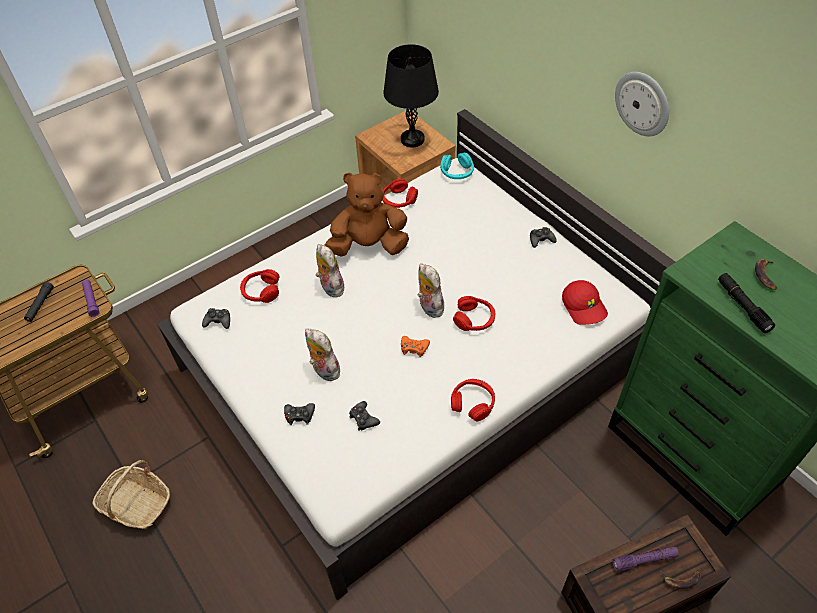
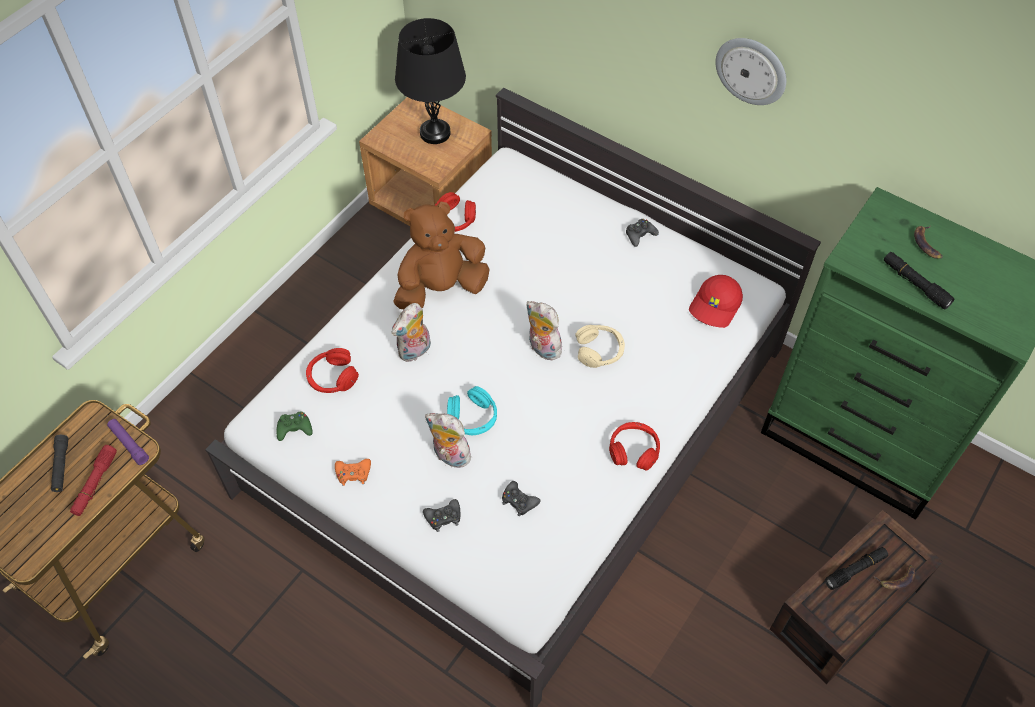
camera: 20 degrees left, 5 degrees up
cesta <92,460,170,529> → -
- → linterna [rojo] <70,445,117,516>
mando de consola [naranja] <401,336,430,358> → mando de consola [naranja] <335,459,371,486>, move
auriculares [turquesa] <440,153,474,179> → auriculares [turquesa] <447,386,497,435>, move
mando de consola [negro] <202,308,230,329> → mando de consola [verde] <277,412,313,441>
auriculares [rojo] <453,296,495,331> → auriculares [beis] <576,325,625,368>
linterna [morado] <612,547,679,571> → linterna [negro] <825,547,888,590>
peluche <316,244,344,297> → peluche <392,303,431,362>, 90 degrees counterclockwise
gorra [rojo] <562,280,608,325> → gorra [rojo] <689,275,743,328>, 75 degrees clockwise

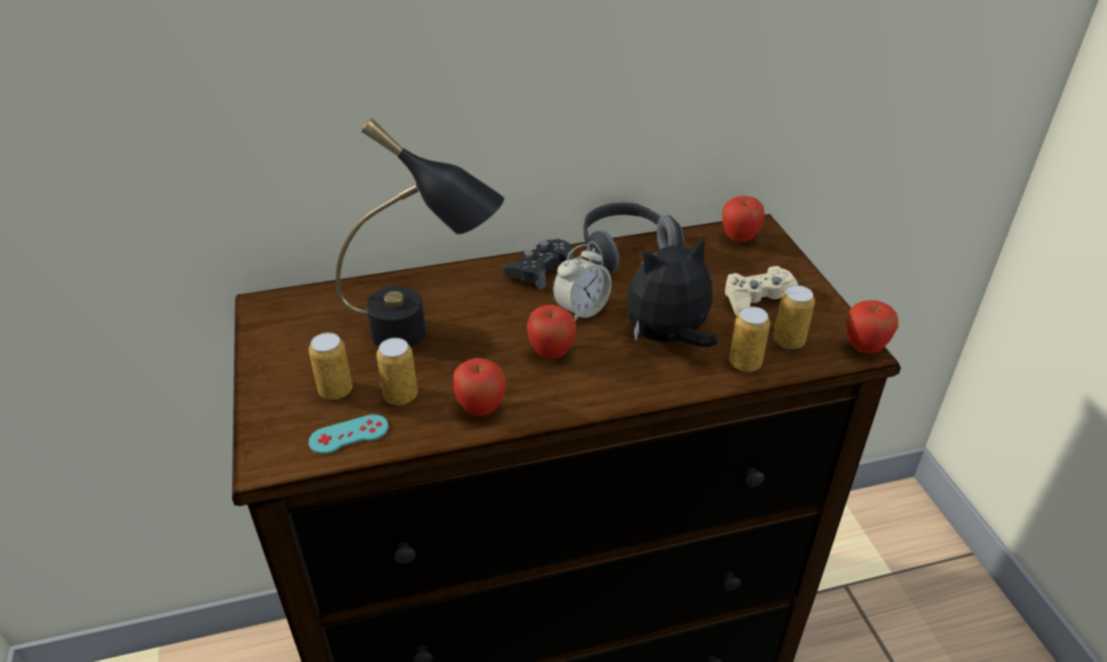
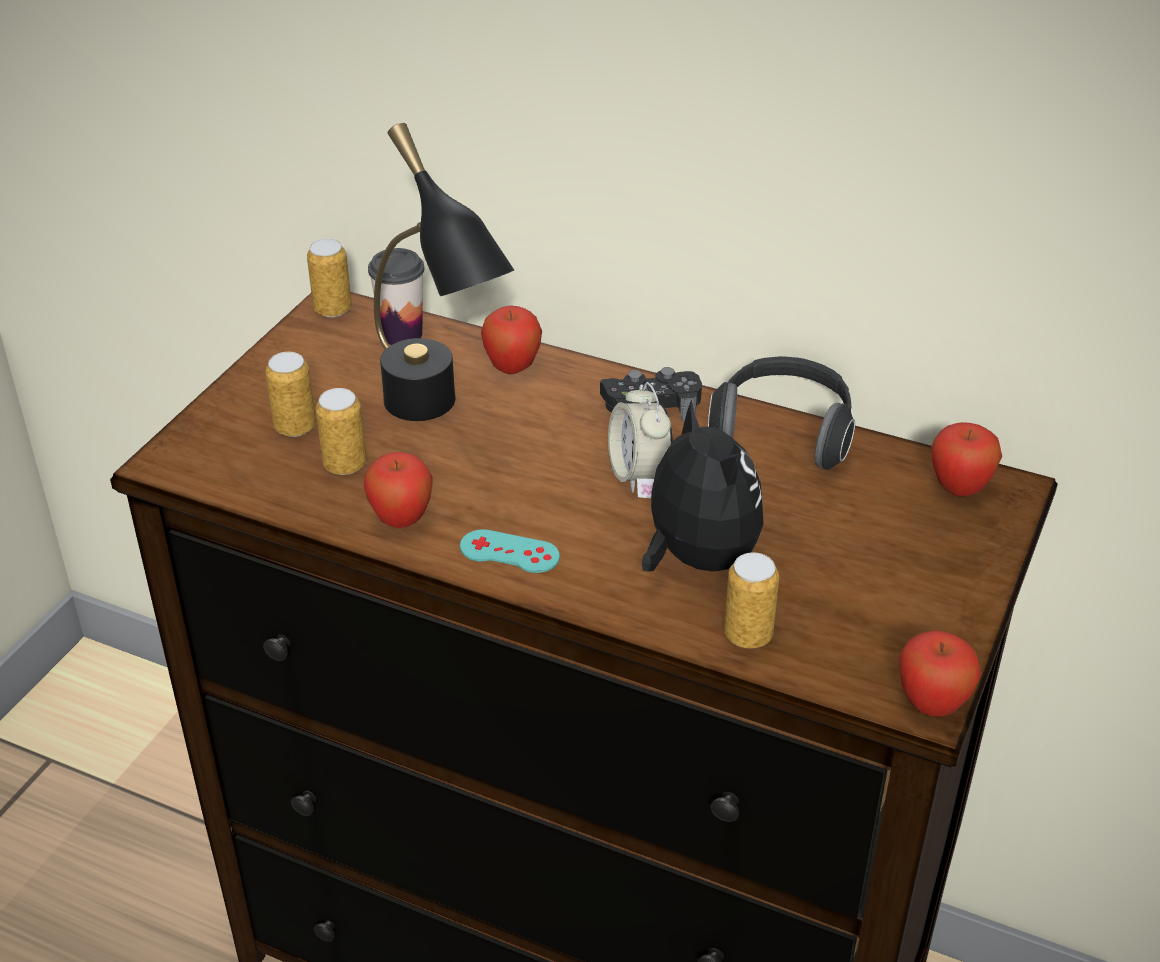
camera: 40 degrees right, 0 degrees up
mando de consola [beis] <725,266,798,316> → -
- → taza <368,248,424,345>
mando de consola [turquesa] <309,414,388,454> → mando de consola [turquesa] <460,529,560,573>, move
manzana <527,305,577,359> → manzana <481,306,542,374>, move
lata <773,285,815,349> → lata <307,239,352,317>, move
despertador <552,244,612,321> → despertador <608,382,673,493>, 75 degrees clockwise
peluche <626,235,718,347> → peluche <637,399,764,572>, 45 degrees clockwise

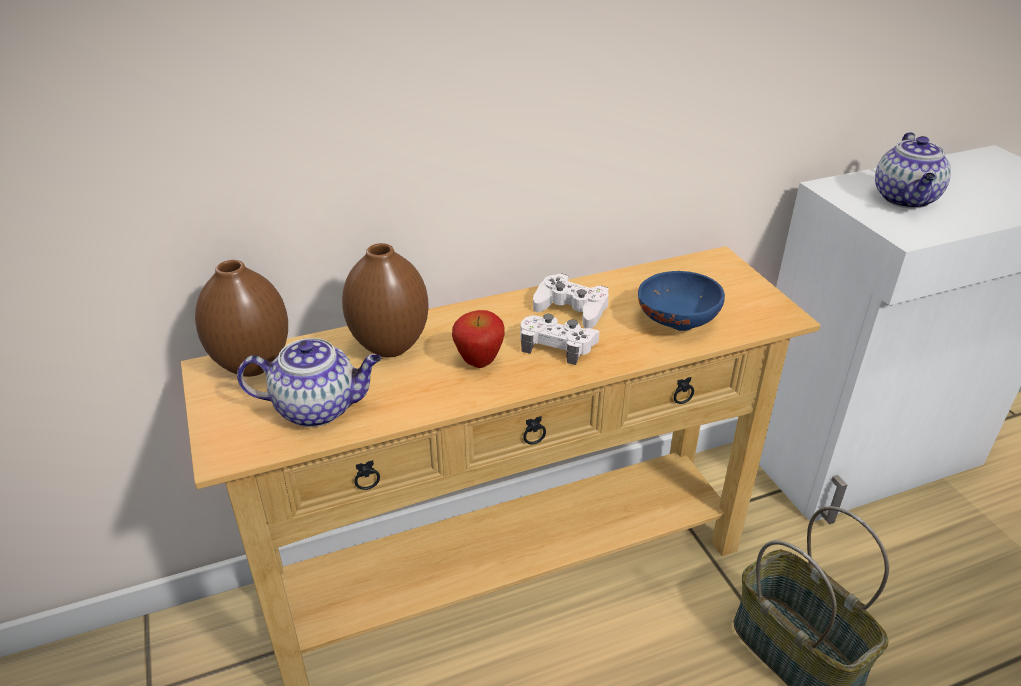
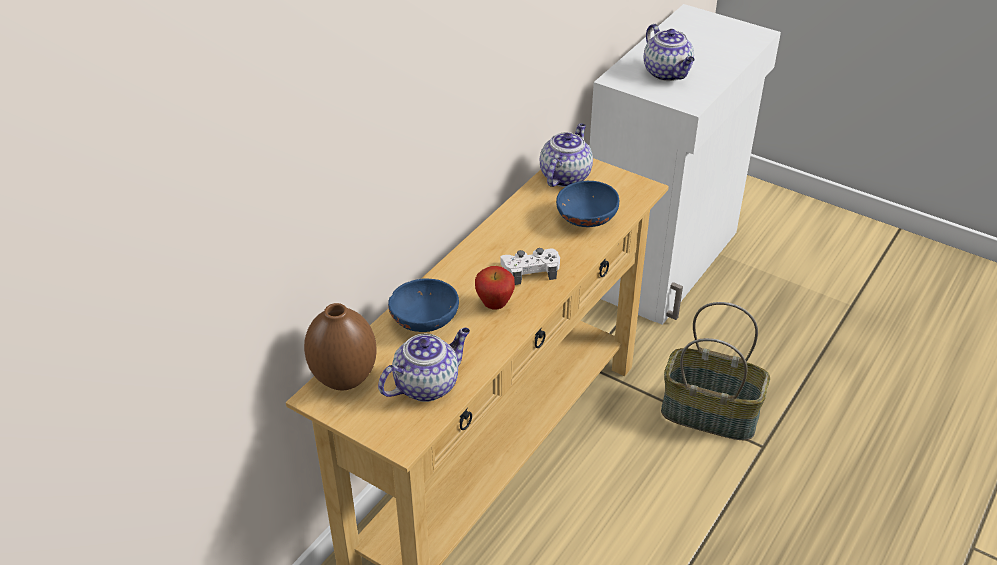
camera: 35 degrees left, 5 degrees up
mando de consola [blanco] <533,273,609,328> → -
- → tetera <540,123,593,187>
florero [marrón] <342,243,429,357> → cuenco [azul] <388,278,459,332>

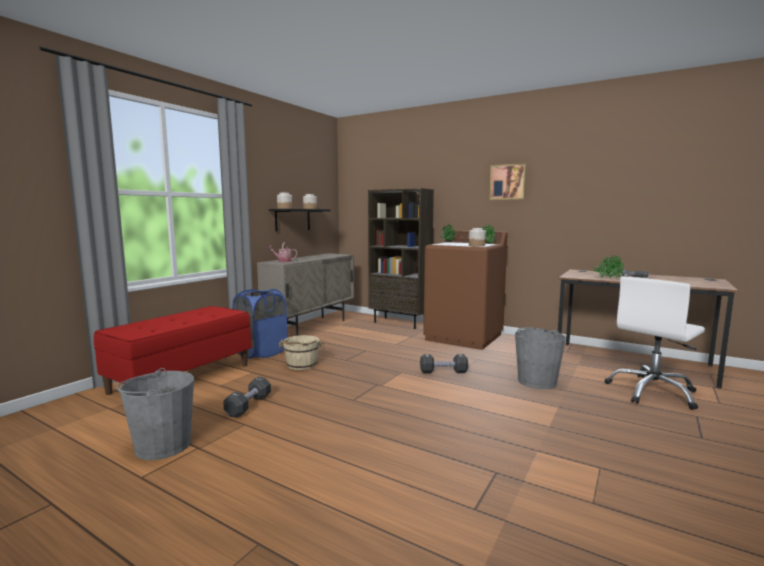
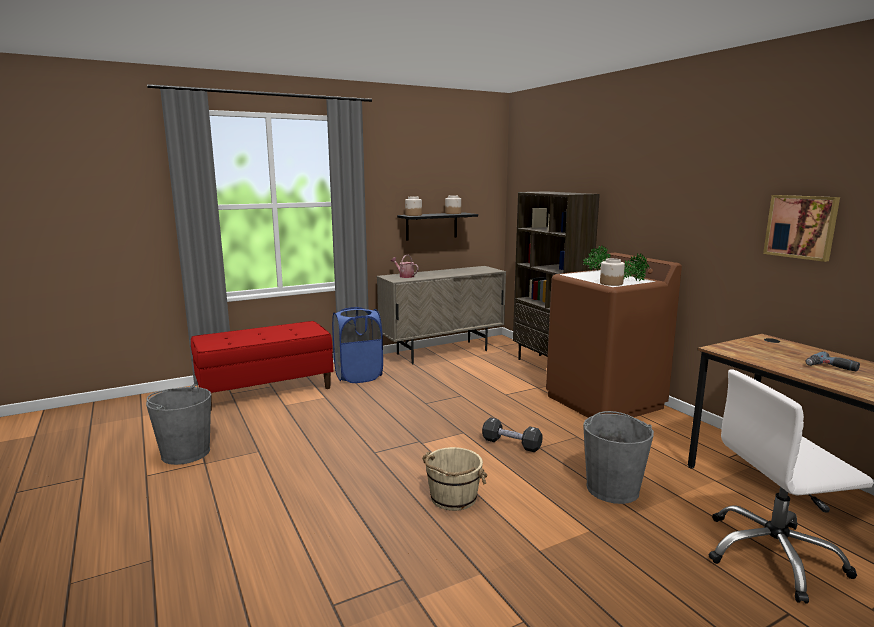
camera: 30 degrees right, 5 degrees up
mancuerna [negro] <223,377,271,418> → -
planta en maceta <594,255,624,279> → -
cubo [beis] <278,335,325,370> → cubo [beis] <422,447,487,511>, move
cuadro <489,163,527,200> → cuadro <763,195,840,262>, move

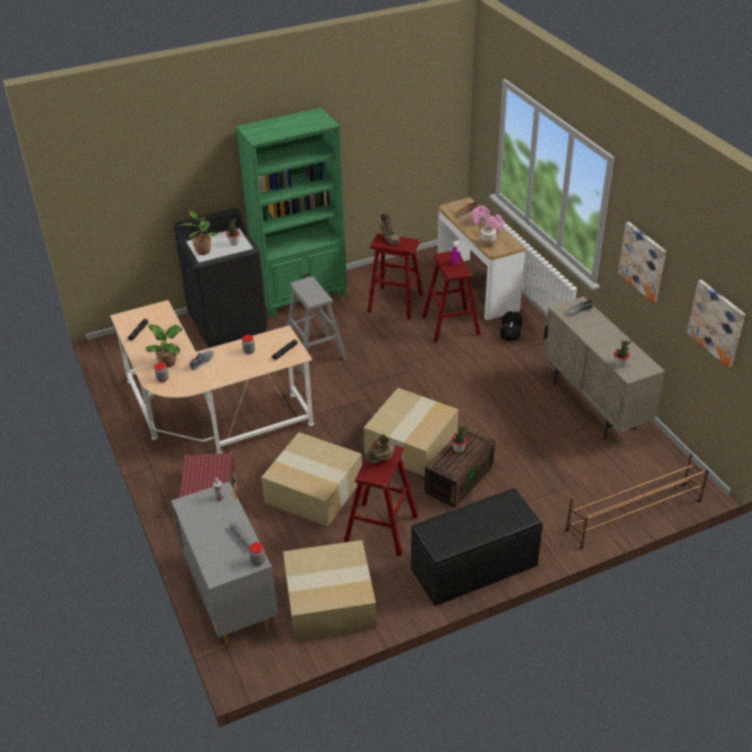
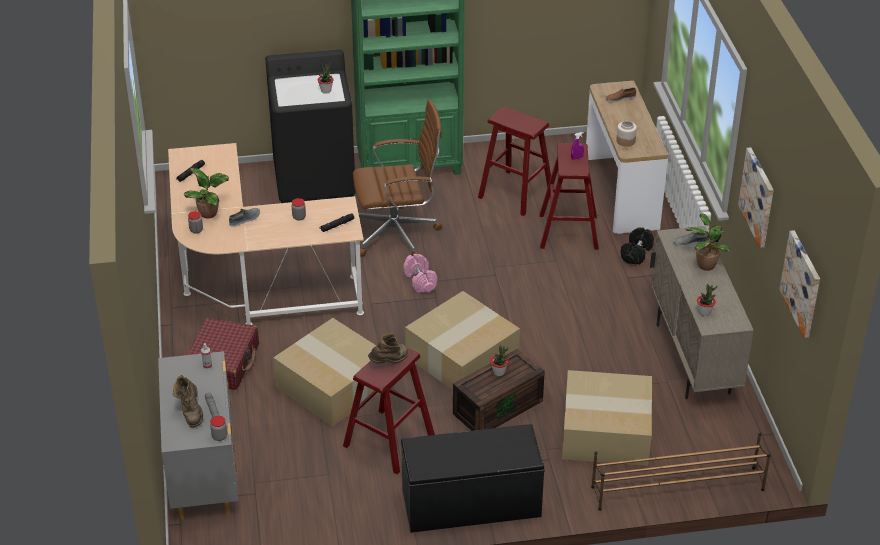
camera: 15 degrees right, 0 degrees up
planta en maceta <180,211,217,255> → planta en maceta <686,213,731,271>, move
caja de cartón <283,540,377,641> → caja de cartón <562,370,652,466>, move
bota [marrón] <379,212,401,245> → bota [marrón] <173,375,203,428>, move
mancuerna [rosa] <471,206,504,232> → mancuerna [rosa] <403,254,437,292>, move
taburete [gris] <287,277,347,374> → silla de oficina [marrón] <353,99,442,257>

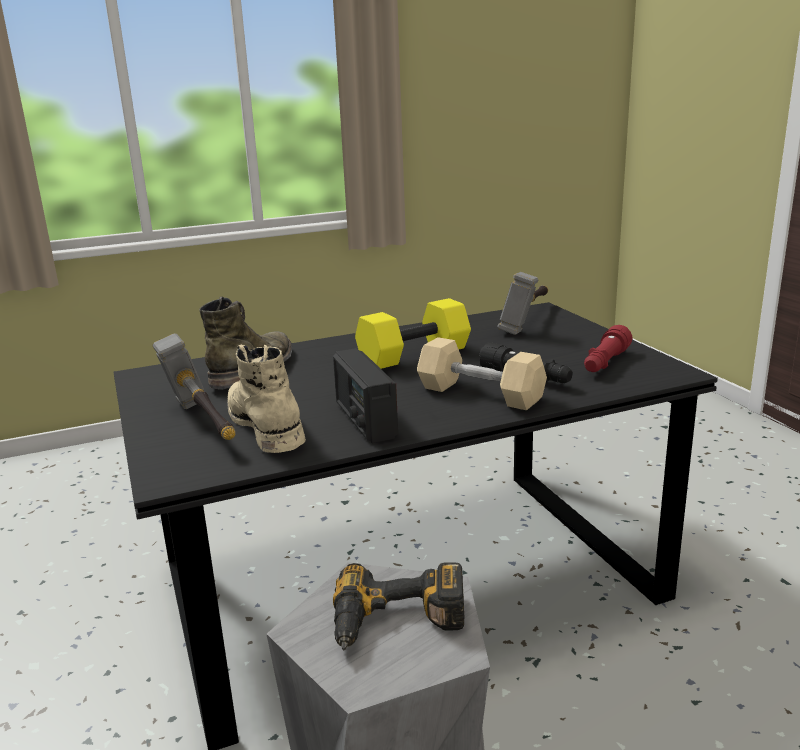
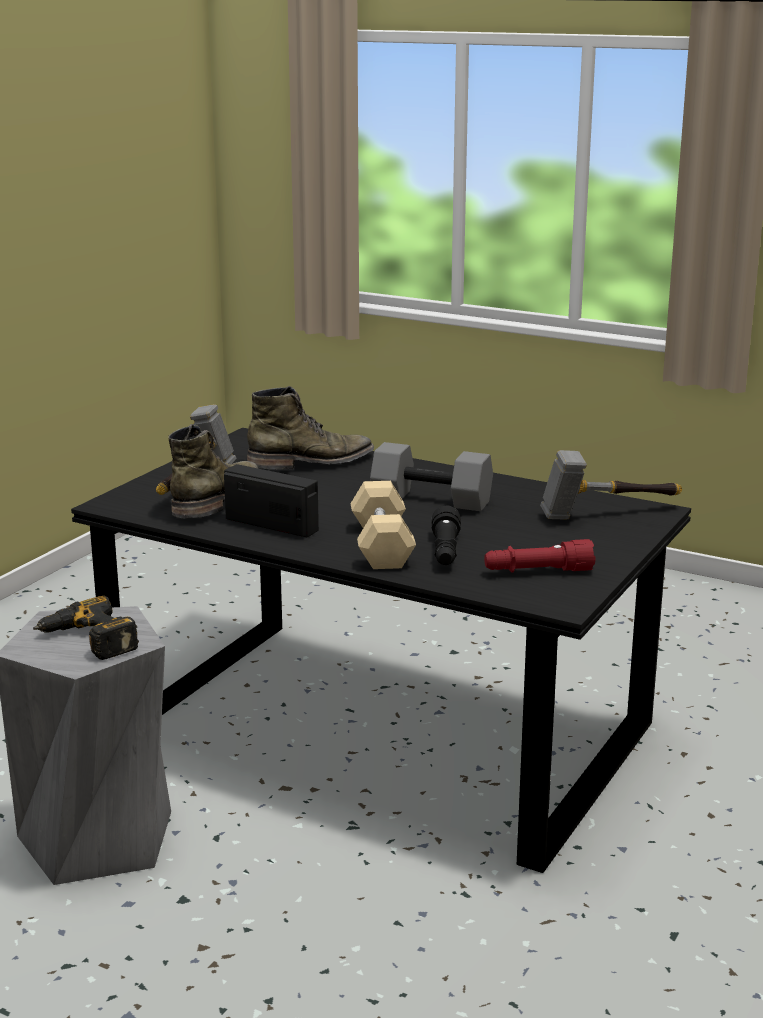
camera: 50 degrees right, 0 degrees up
bota [beis] <227,345,306,453> → bota [verde] <168,424,259,519>
mancuerna [amarillo] <355,298,471,369> → mancuerna [gris] <370,442,493,511>
radio <333,348,398,443> → radio <224,464,319,537>, 90 degrees clockwise

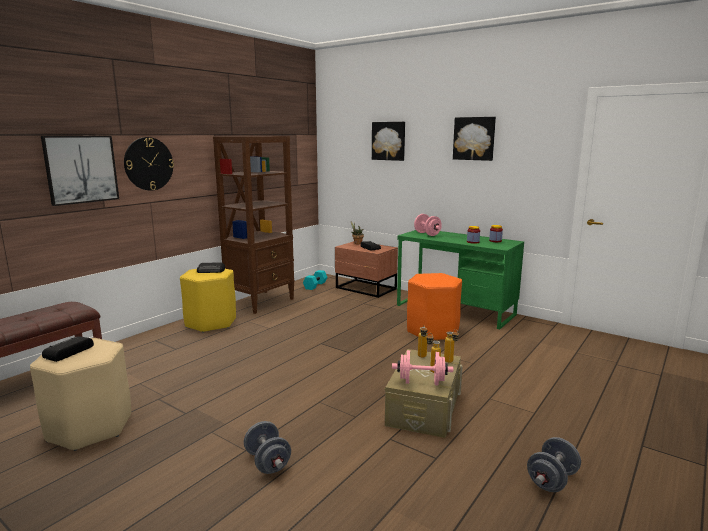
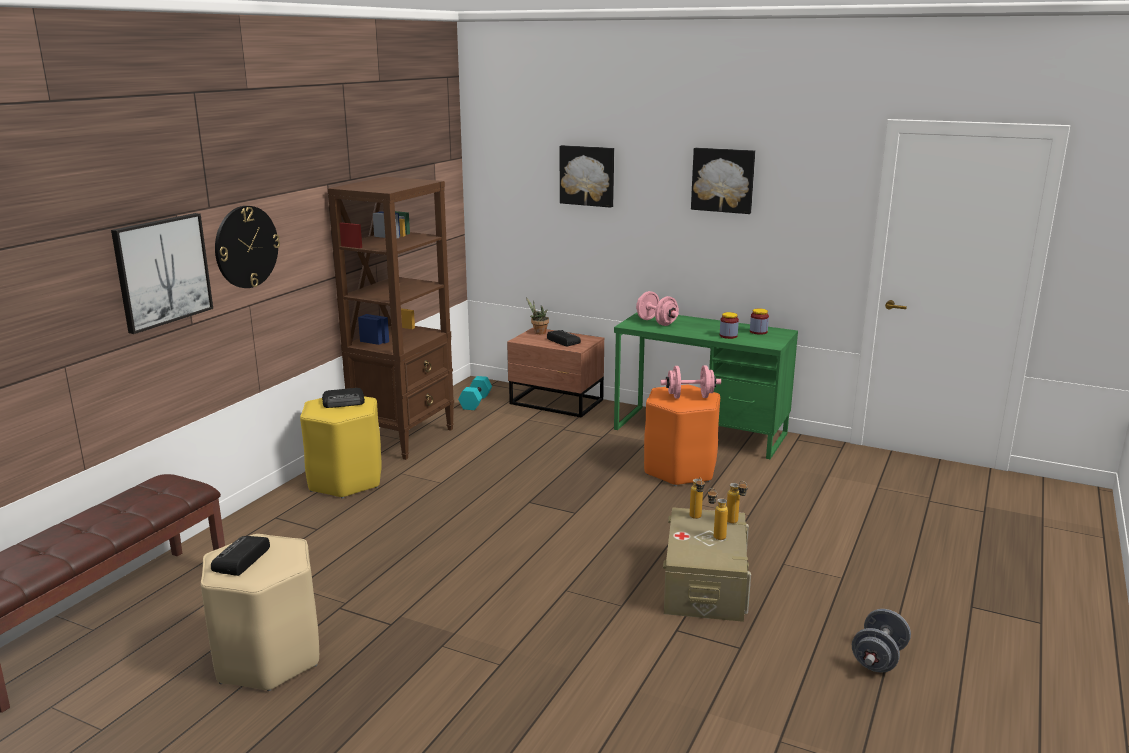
camera: 10 degrees left, 5 degrees up
mancuerna [gris] <244,421,291,474> → -
mancuerna [rosa] <392,350,453,385> → mancuerna [rosa] <660,365,721,398>, move

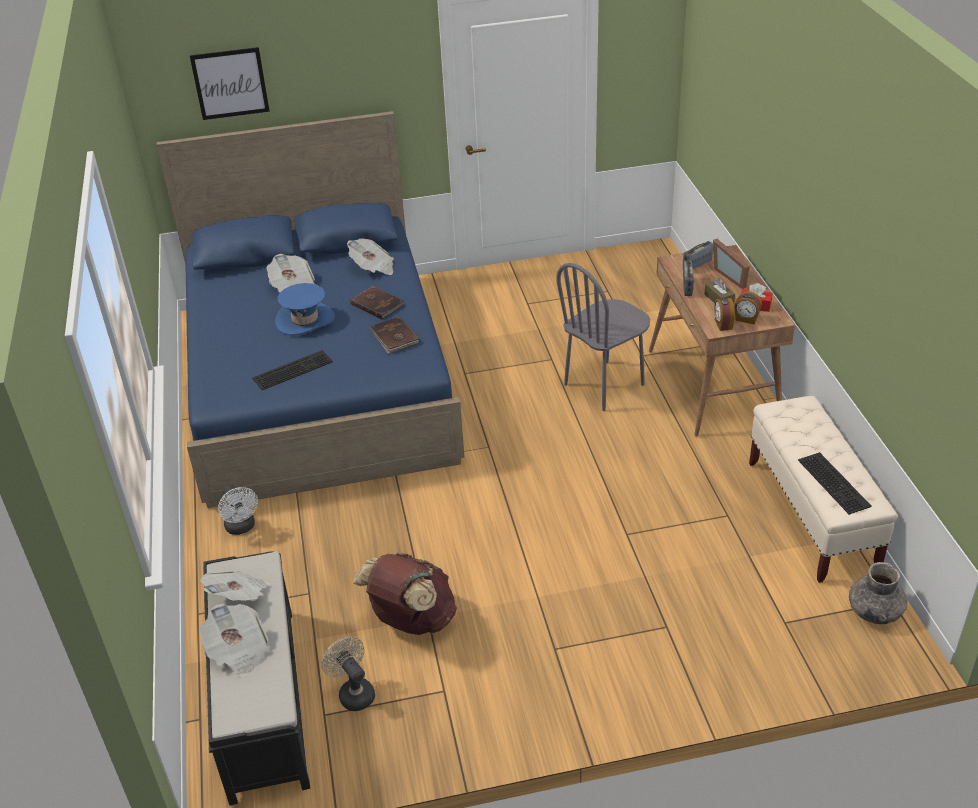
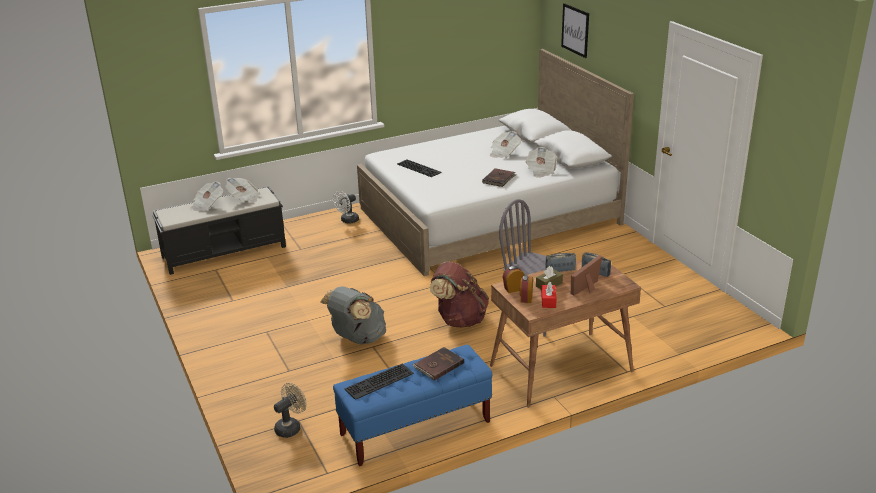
camera: 75 degrees right, 10 degrees down
sombrero [azul] <276,283,335,336> → -
florero [gris] <849,562,907,624> → -
- → mochila [gris] <320,286,386,344>
ventilador [beis] <321,636,375,711> → ventilador [beis] <274,383,307,438>, move
mochila [marrón] <353,553,457,635> → mochila [marrón] <430,262,489,328>, move
libro [marrón] <370,316,420,353> → libro [marrón] <412,347,464,380>, move
cama [azul] <157,111,464,508> → cama [blanco] <357,49,634,276>
banco [beis] <749,396,898,583> → banco [azul] <333,344,492,466>

